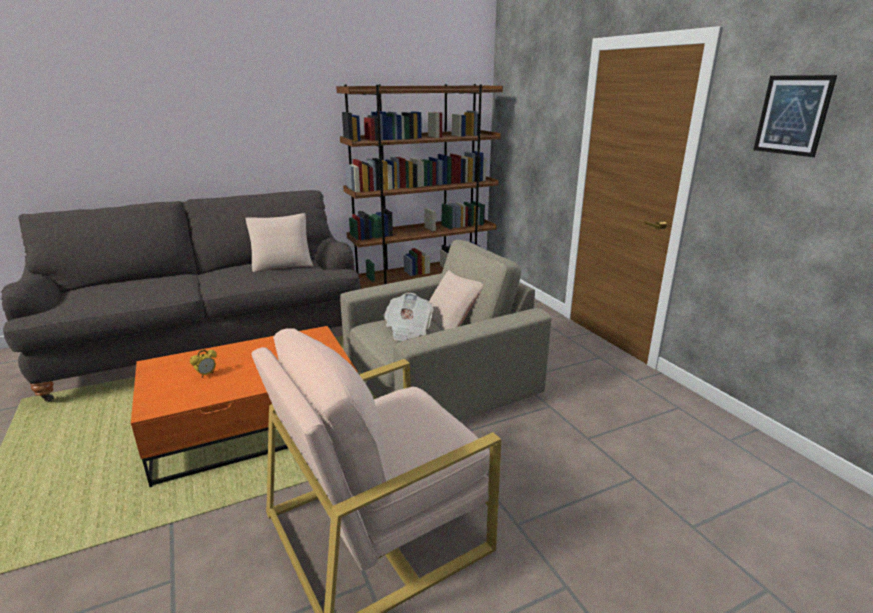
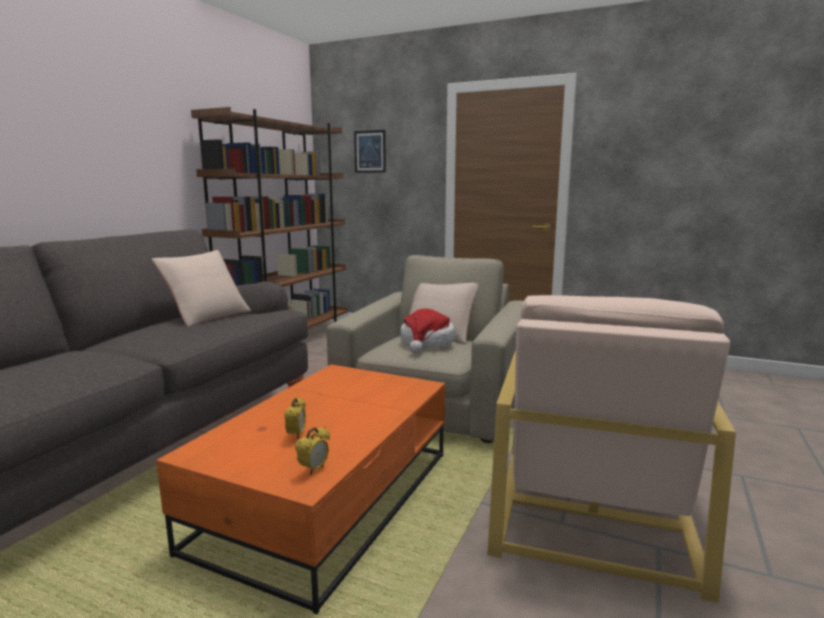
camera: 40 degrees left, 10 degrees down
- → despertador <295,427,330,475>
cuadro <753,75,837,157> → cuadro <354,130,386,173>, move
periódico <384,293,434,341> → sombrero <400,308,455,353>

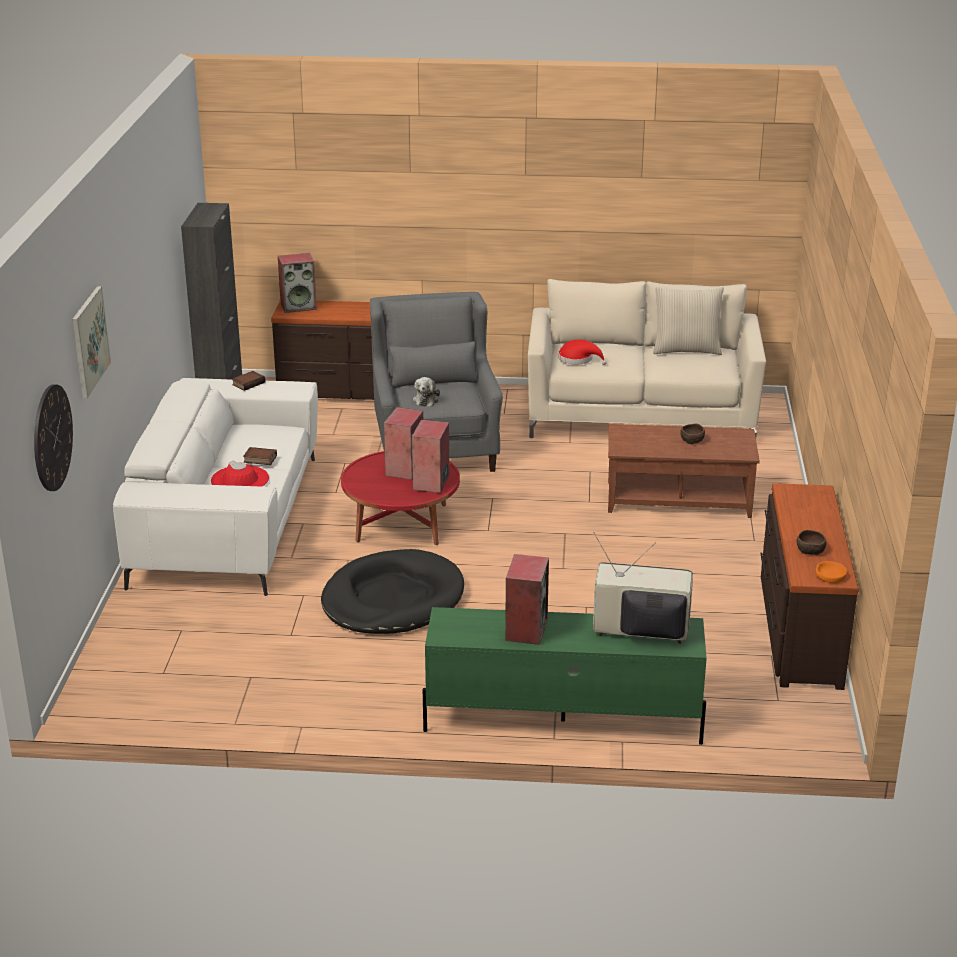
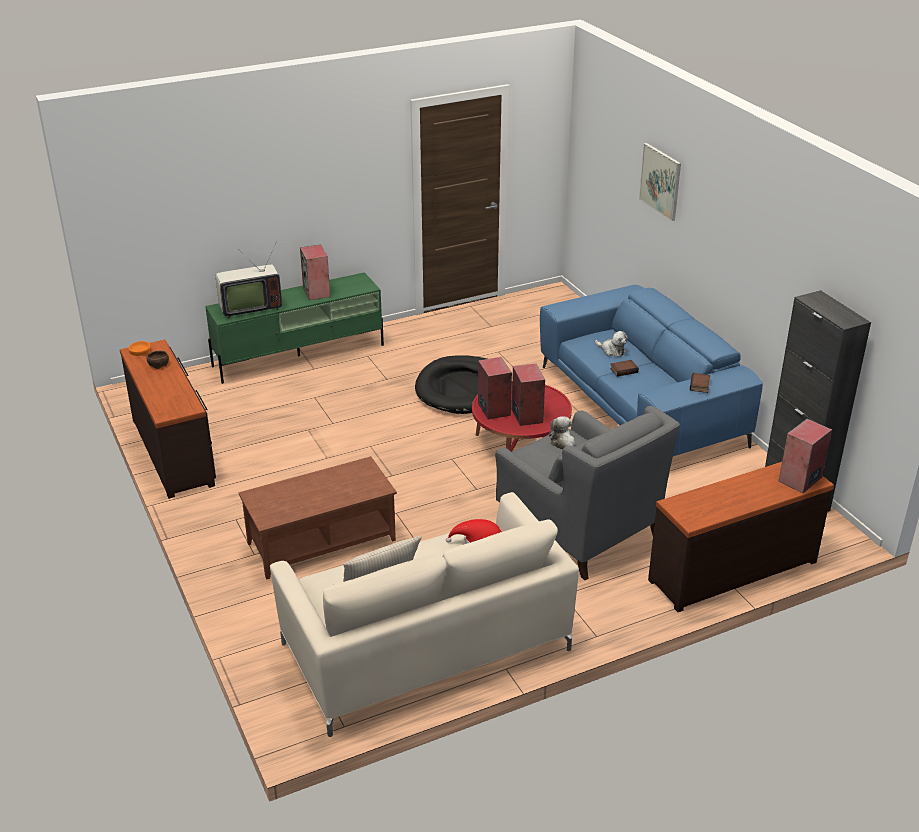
camera: 150 degrees right, 5 degrees up
reloj de pared <34,384,73,491> → -
cuenco [marrón] <680,424,705,444> → -
sombrero [rojo] <211,461,269,487> → peluche <595,331,628,357>
sofá [blanco] <113,378,318,596> → sofá [azul] <540,284,763,456>

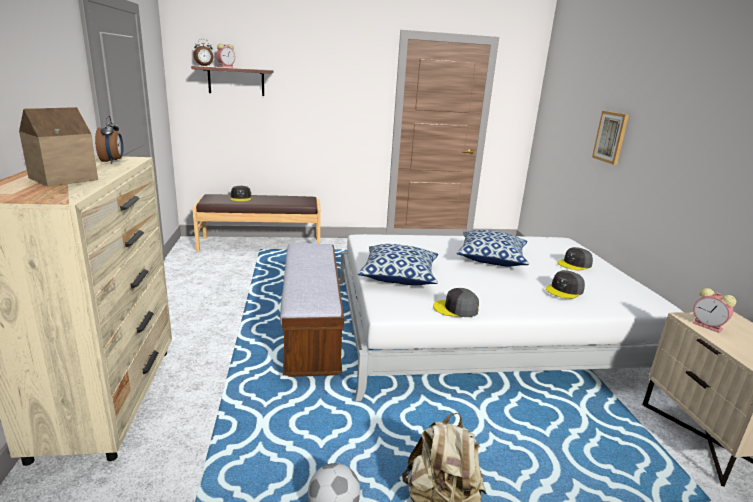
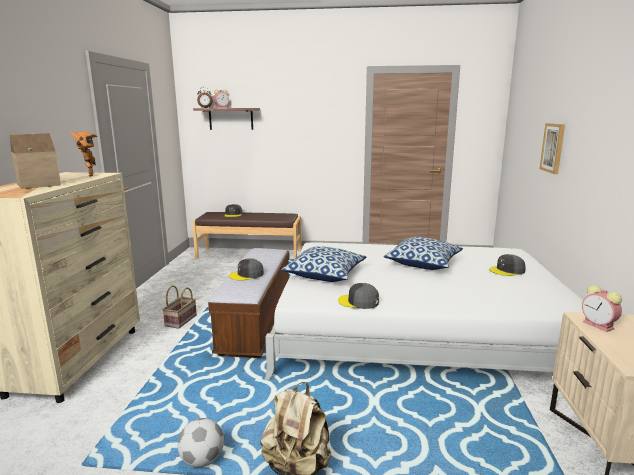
camera: 15 degrees right, 5 degrees down
- → cesta <162,286,197,329>
gorra [gris] <546,270,585,299> → gorra [gris] <229,258,264,281>, move
despertador <95,116,123,163> → robot de juguete <71,131,97,176>

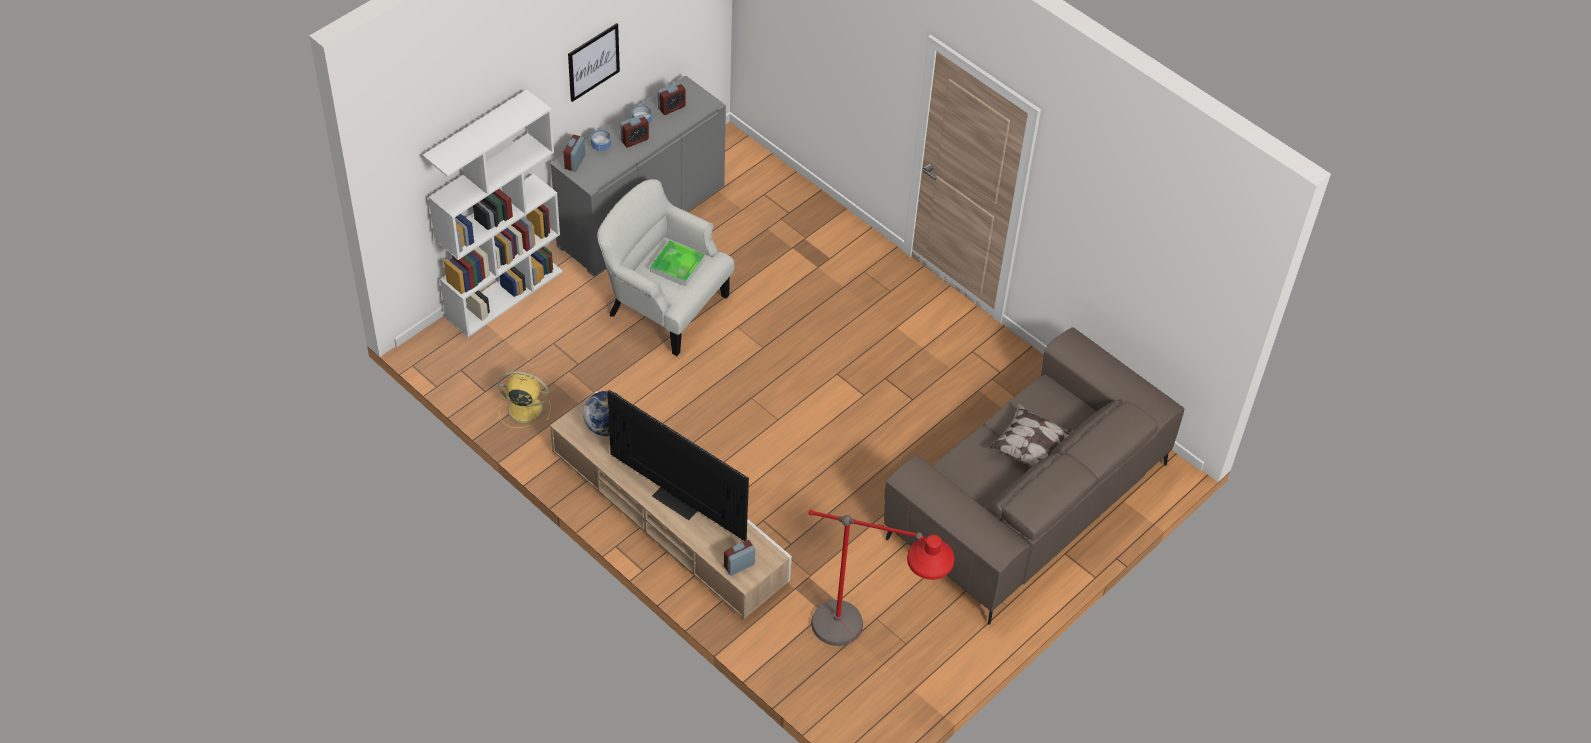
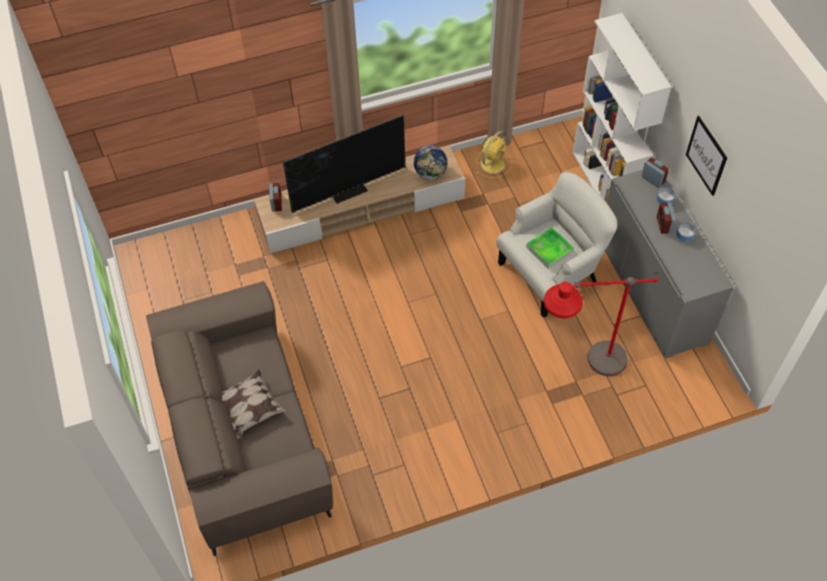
camera: 120 degrees right, 5 degrees up
despertador <658,82,685,115> → -
lámpara de pie [rojo] <808,510,954,646> → lámpara de pie [rojo] <544,277,659,376>, move

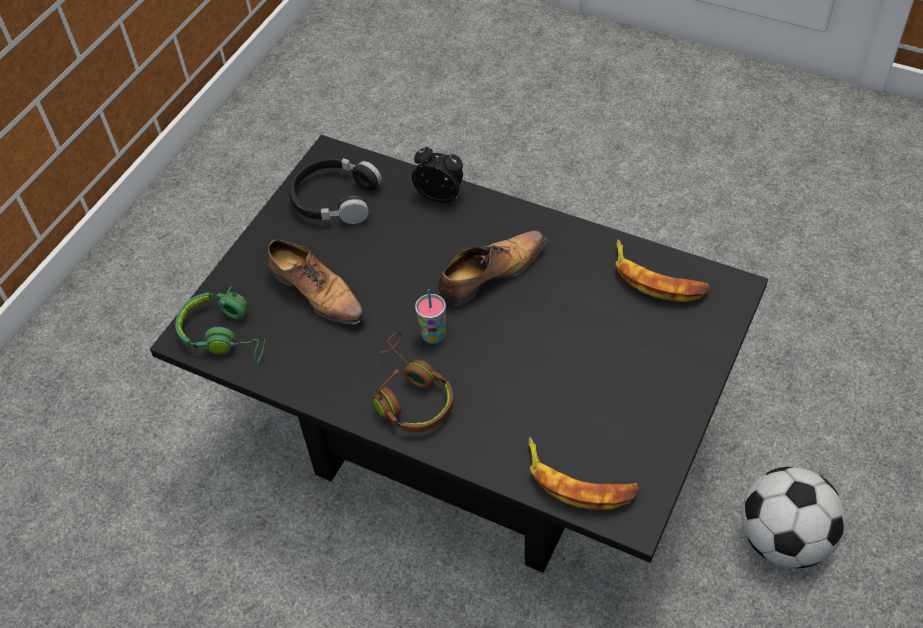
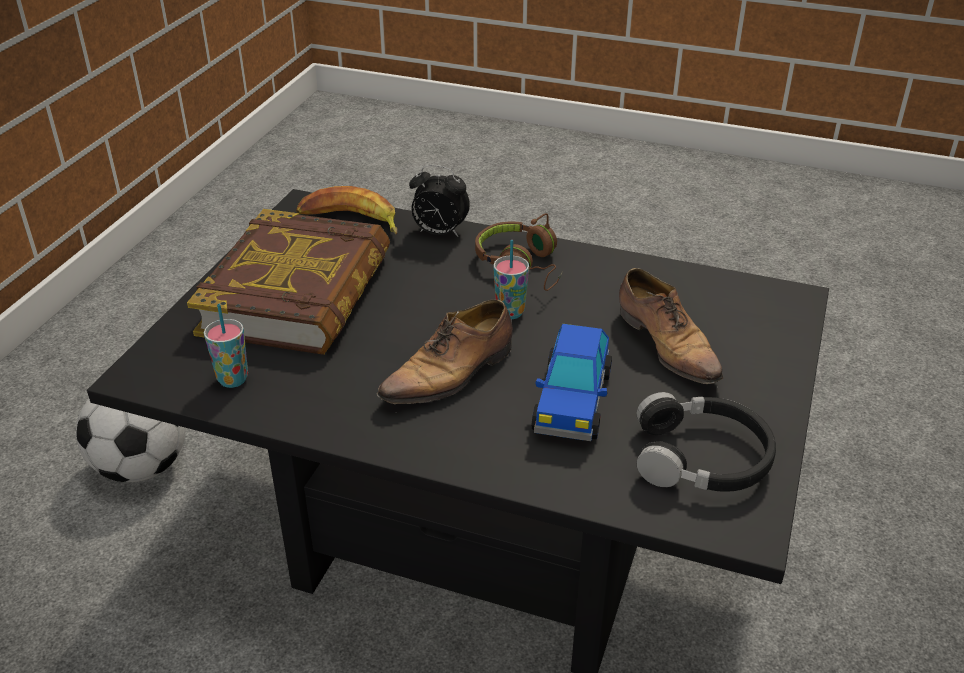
camera: 170 degrees right, 15 degrees down
auriculares [verde] <175,287,265,364> → -
- → libro <187,209,390,355>
- → coche de juguete <531,324,612,441>
despertador <412,146,463,203> → despertador <409,165,470,237>, move
plátano <616,239,710,302> → taza <204,304,248,388>
zapato <266,240,365,325> → zapato <619,268,723,387>, 150 degrees counterclockwise

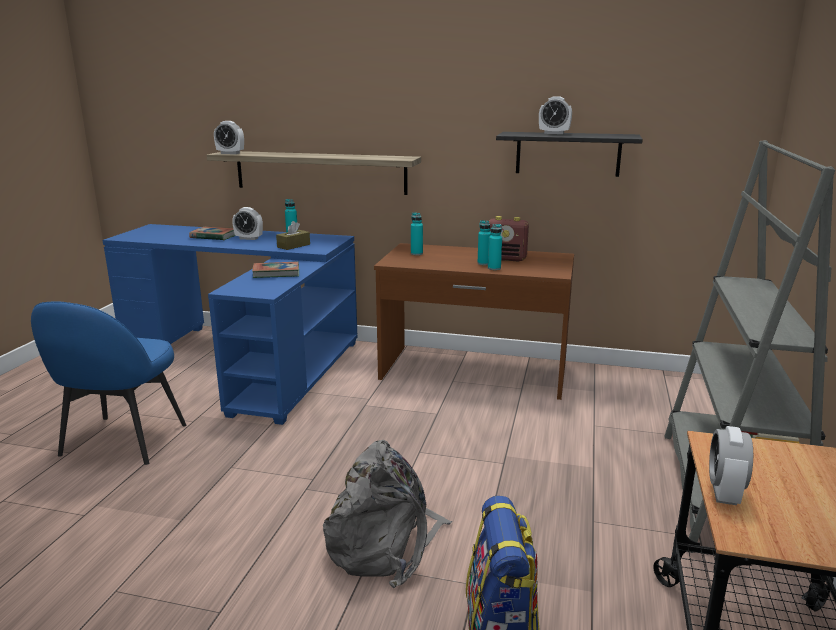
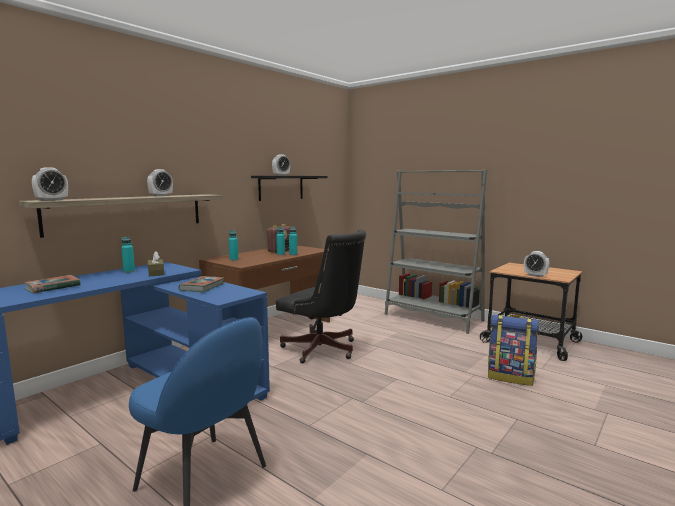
camera: 65 degrees left, 10 degrees down
mochila [gris] <323,440,452,588> → -
- → silla de oficina [negro] <276,229,366,363>
despertador <232,207,263,240> → despertador <147,169,173,196>, move

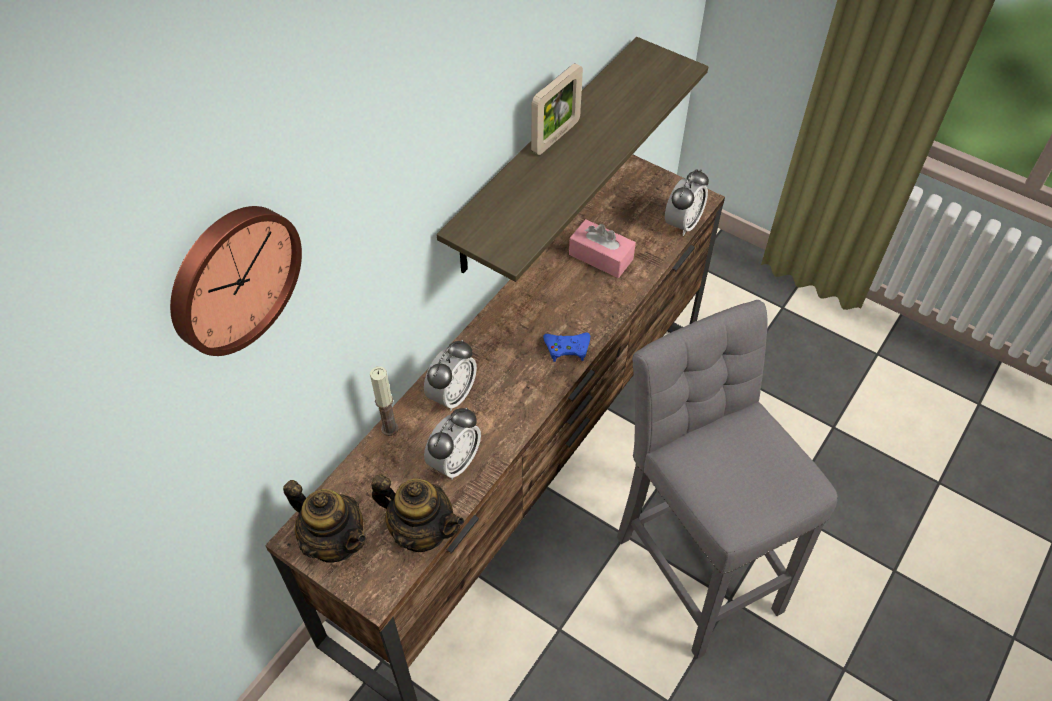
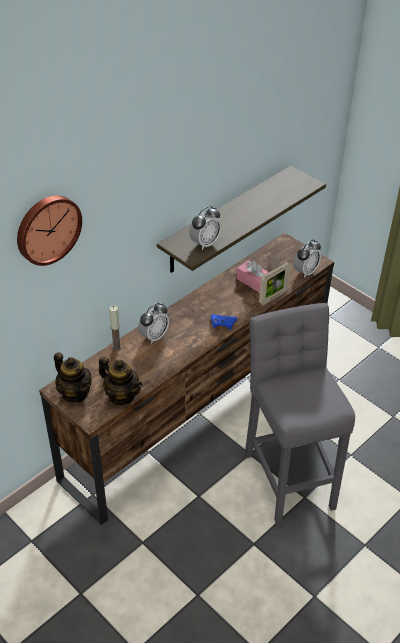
camera: 10 degrees right, 10 degrees down
despertador <424,407,481,480> → despertador <189,206,221,250>, move
portarretratos <531,63,583,155> → portarretratos <259,262,291,305>, move

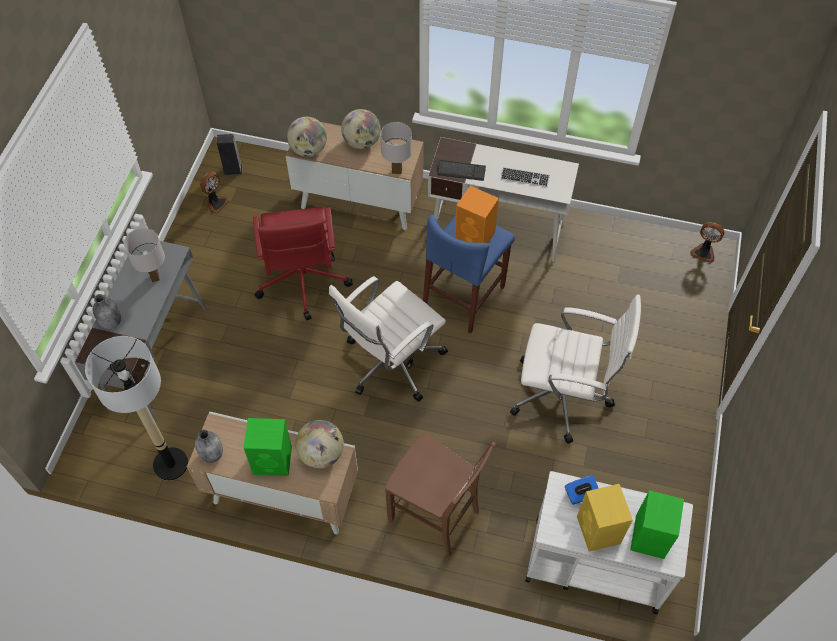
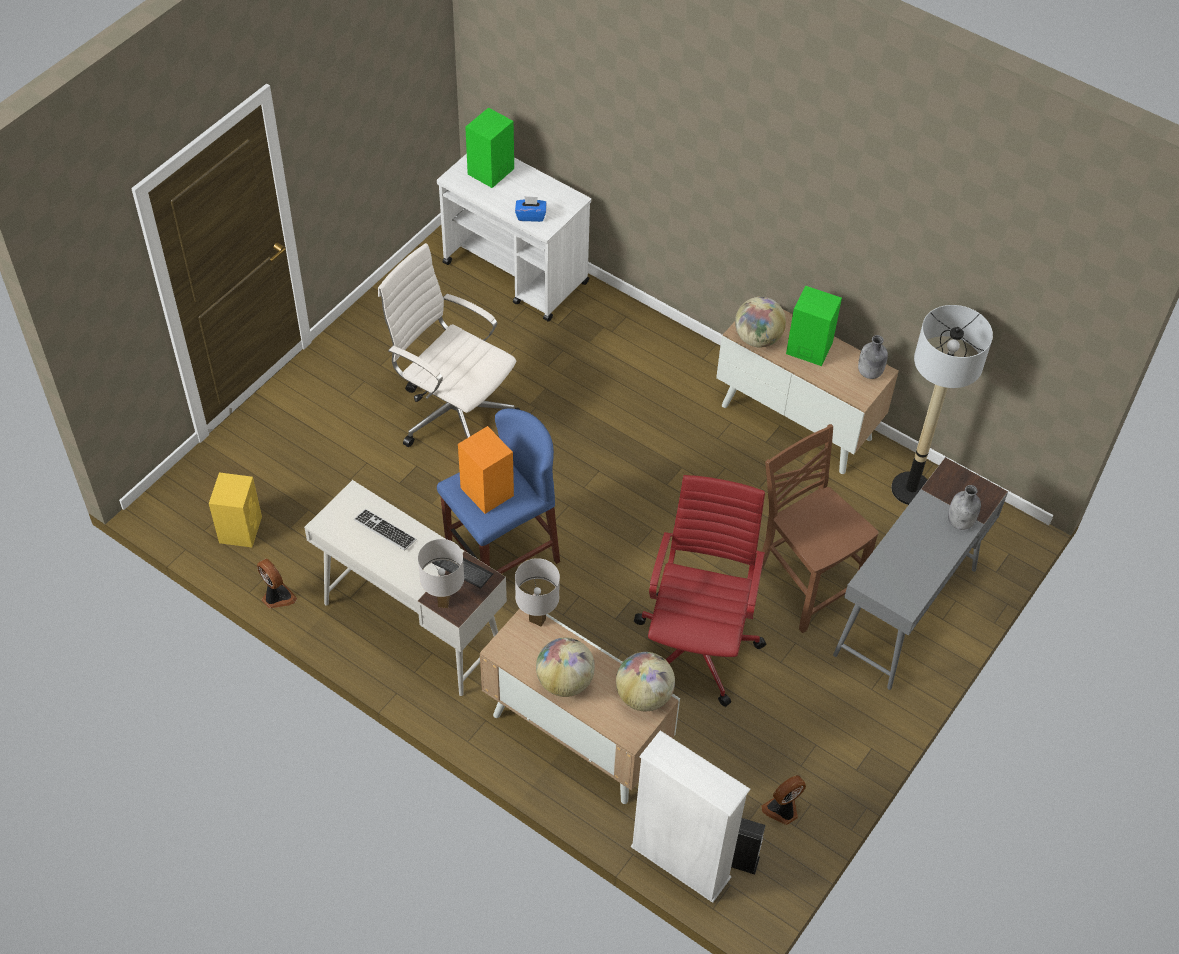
camera: 160 degrees left, 5 degrees down
silla de oficina [blanco] <329,276,448,402> → -
- → estantería [blanco] <631,731,750,903>
lámpara de mesa [blanco] <124,228,165,282> → lámpara de mesa [blanco] <418,539,464,608>, move
silla [marrón] <385,433,496,556> → silla [marrón] <762,424,879,633>, move
altavoz [amarillo] <577,484,633,552> → altavoz [amarillo] <209,472,262,547>, move
ventilador <690,222,724,263> → ventilador <257,558,297,609>, move

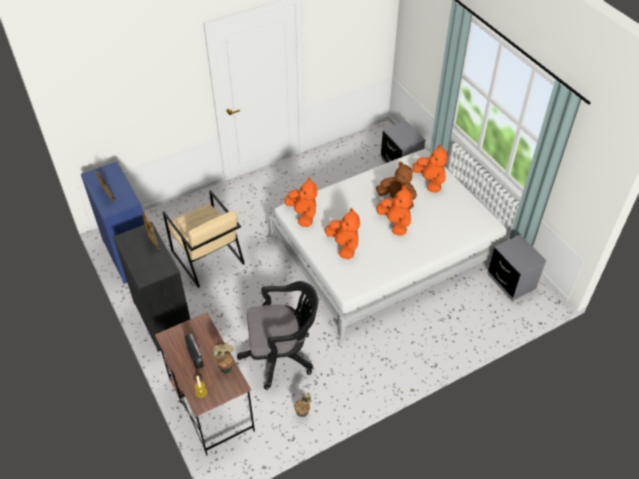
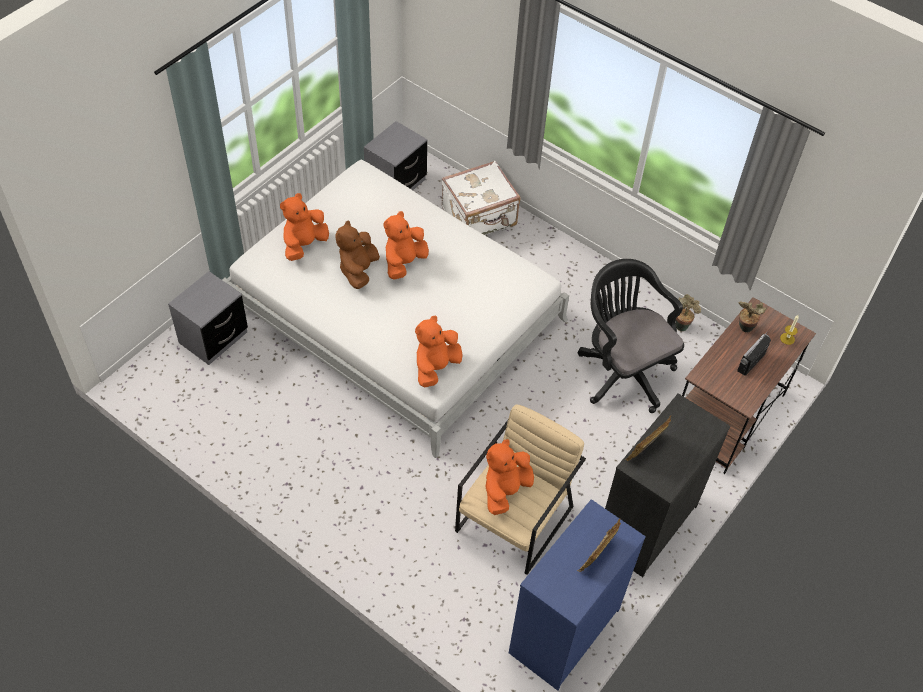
camera: 115 degrees left, 5 degrees up
- → maleta [blanco] <442,161,521,235>
peluche [naranja] <325,208,360,259> → peluche [naranja] <486,439,534,515>, move

